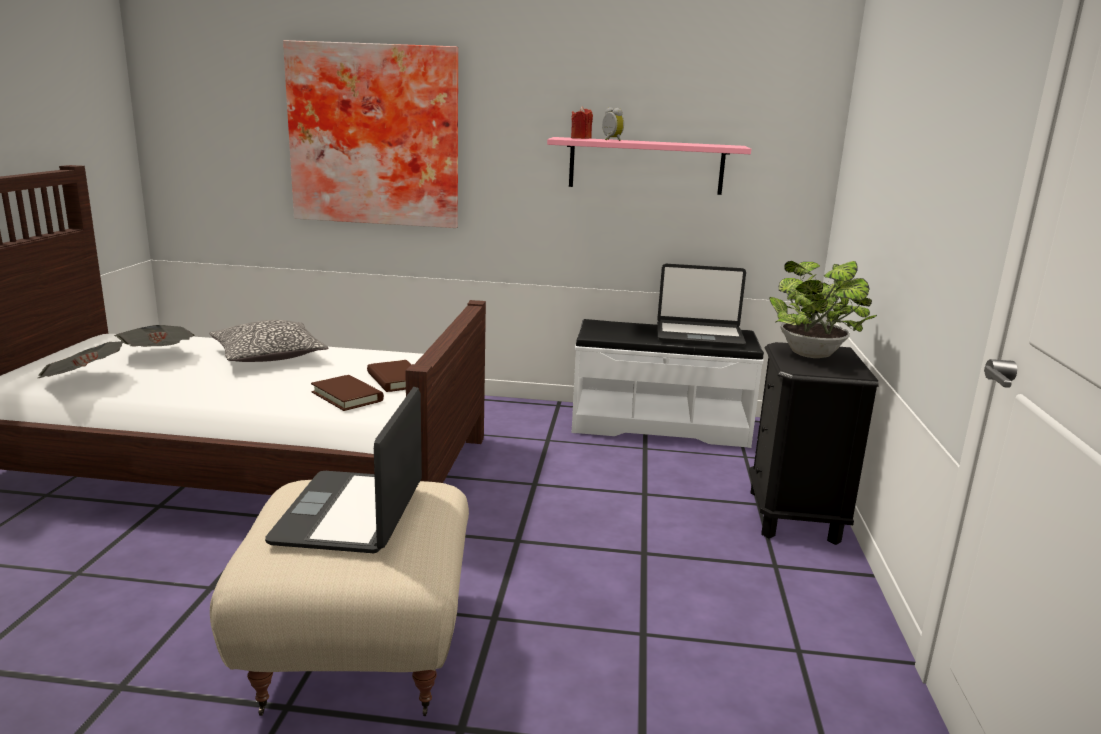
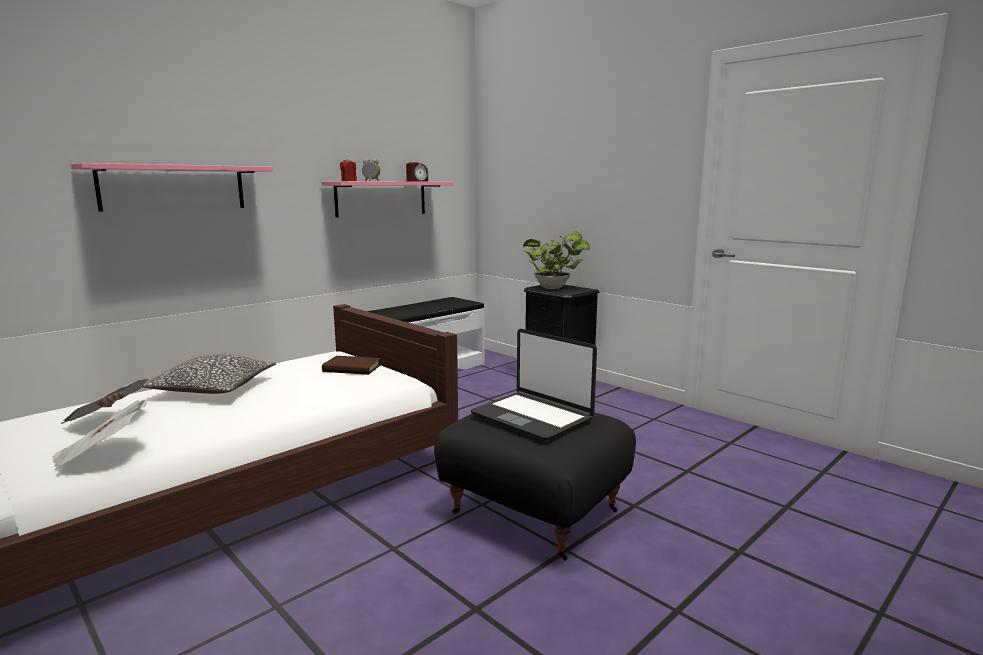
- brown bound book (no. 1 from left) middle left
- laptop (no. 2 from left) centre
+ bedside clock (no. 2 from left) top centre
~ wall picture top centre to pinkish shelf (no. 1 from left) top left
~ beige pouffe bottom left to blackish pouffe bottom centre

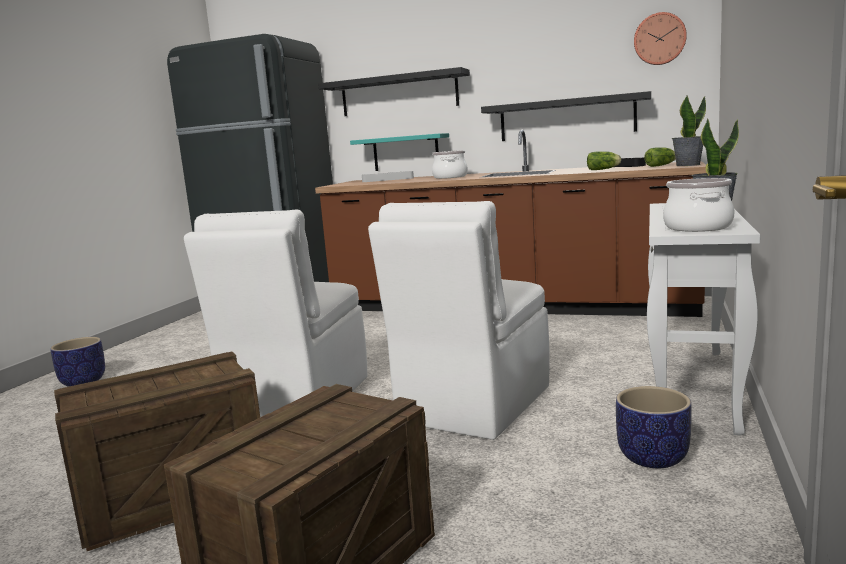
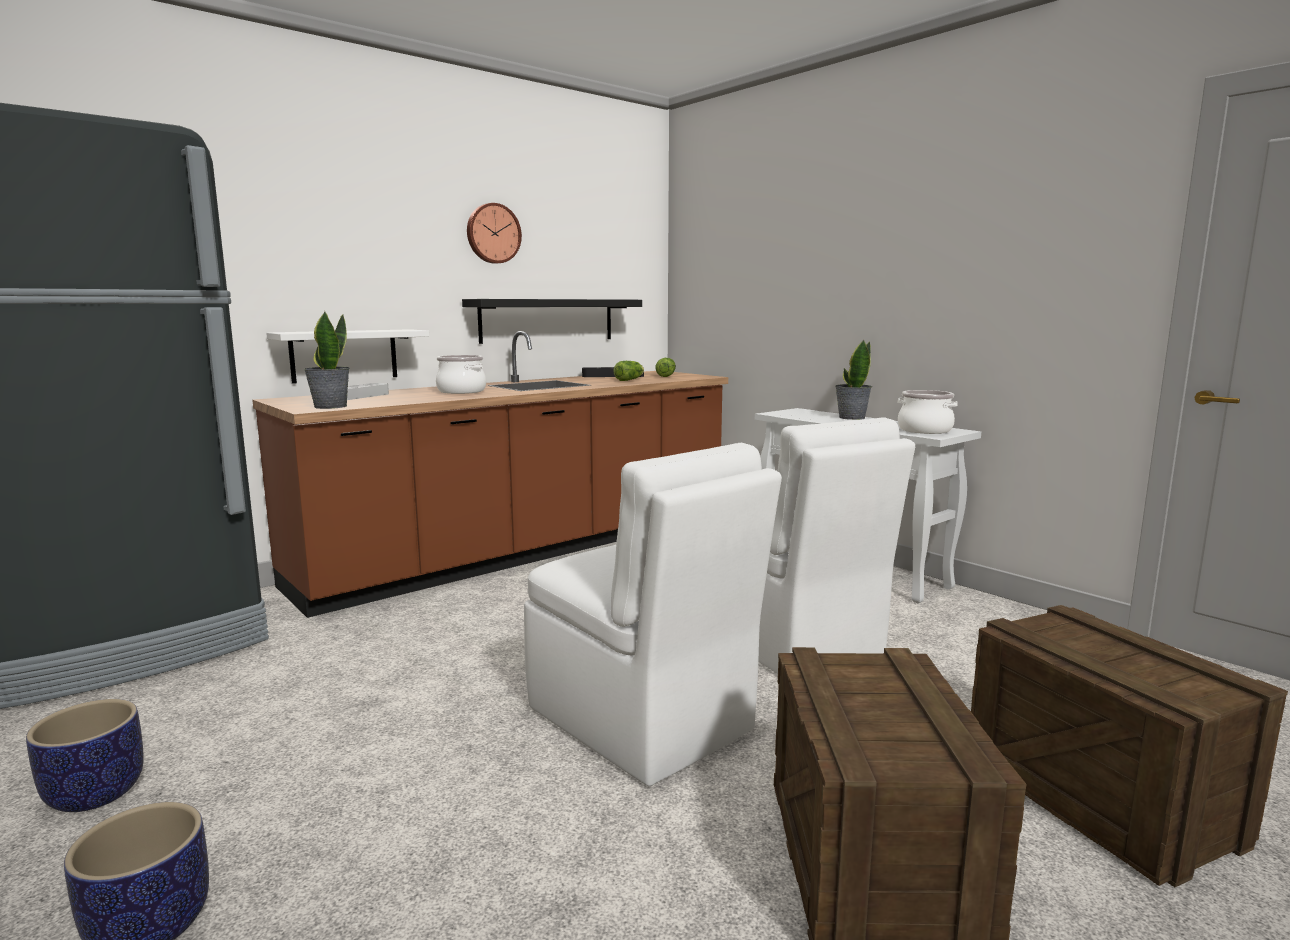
- blackish shelf (no. 1 from left) top centre
~ plant pot (no. 2 from left in the first image) bottom right to plant pot (no. 1 from left) bottom left
~ wall clock top right to top centre
~ plant in a pot (no. 1 from left) top right to middle left
~ blue-green shelf top centre to white shelf middle left

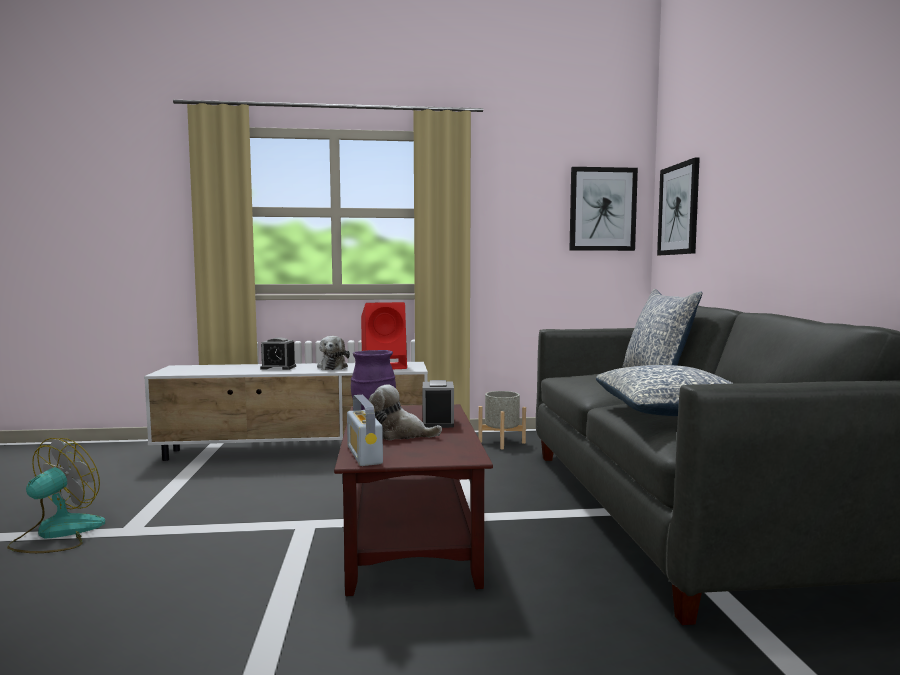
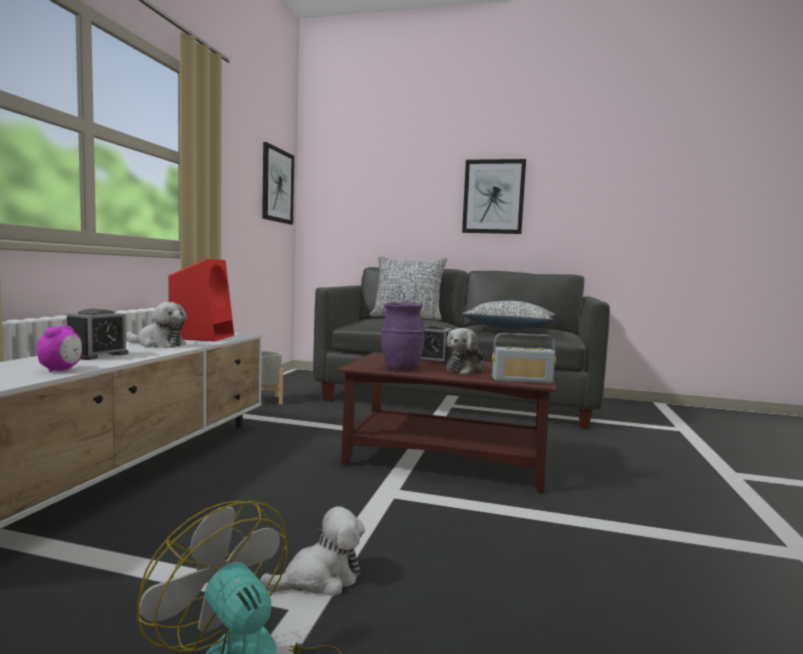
+ bedside clock (no. 1 from left) middle left
+ plush toy (no. 2 from left) bottom centre
~ wall picture (no. 2 from left) top right to top centre

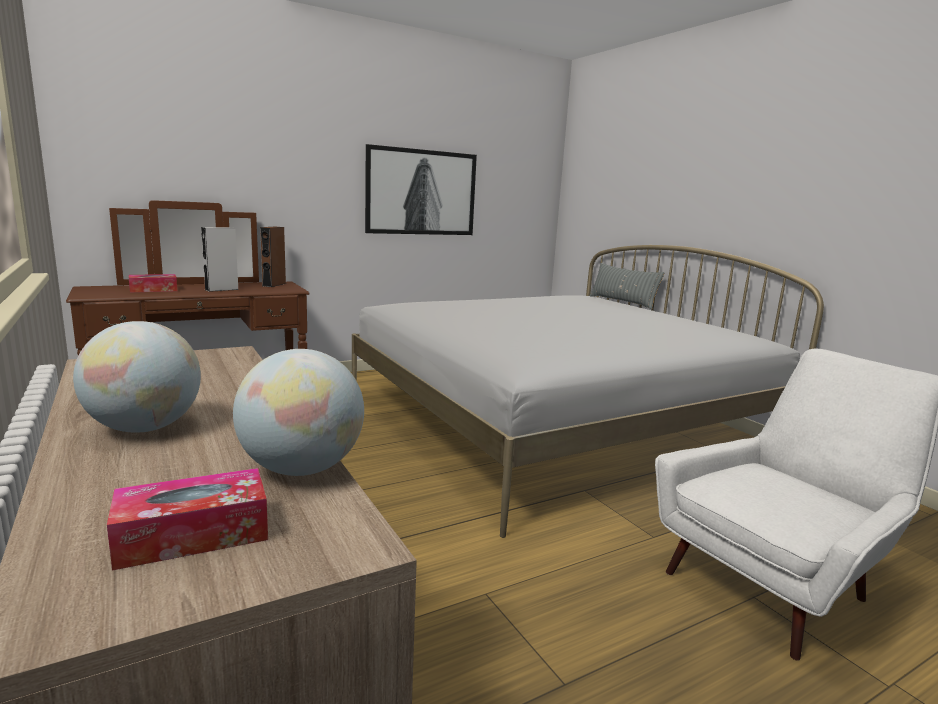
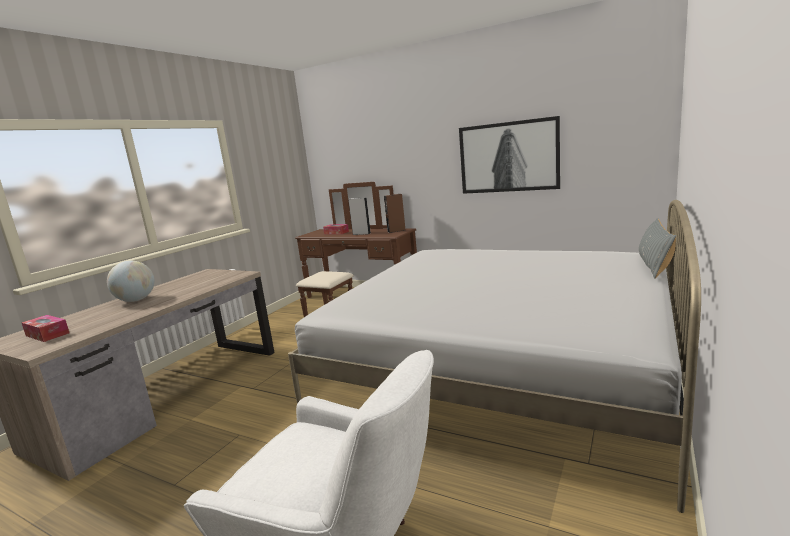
- globe (no. 2 from left) middle left

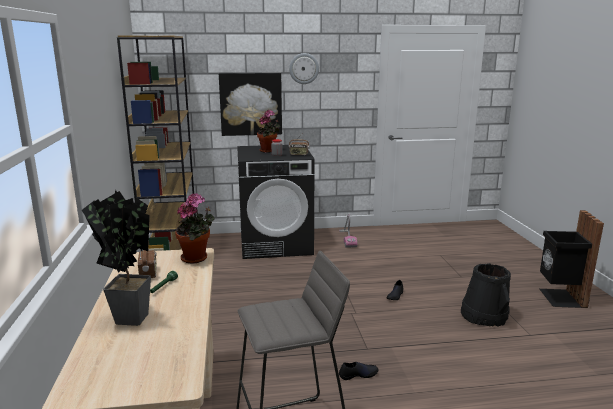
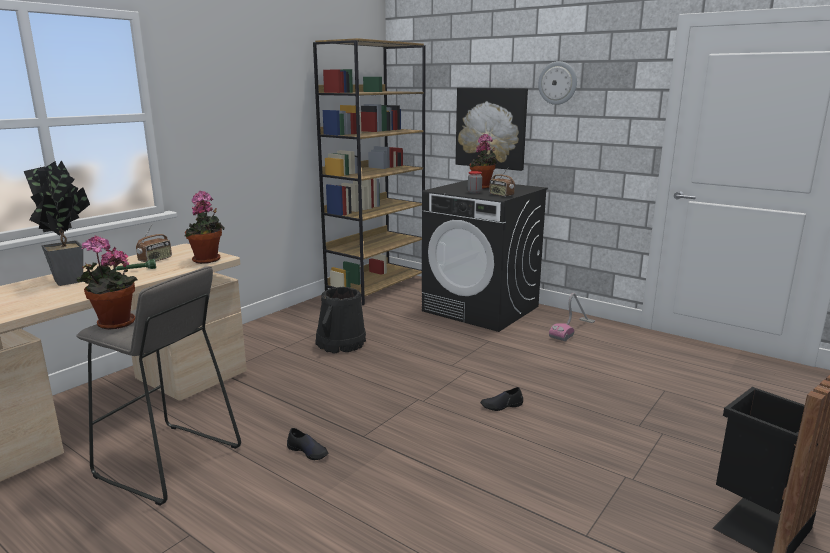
+ plant in a pot (no. 2 from left) middle left
~ blackish water bucket bottom right to centre

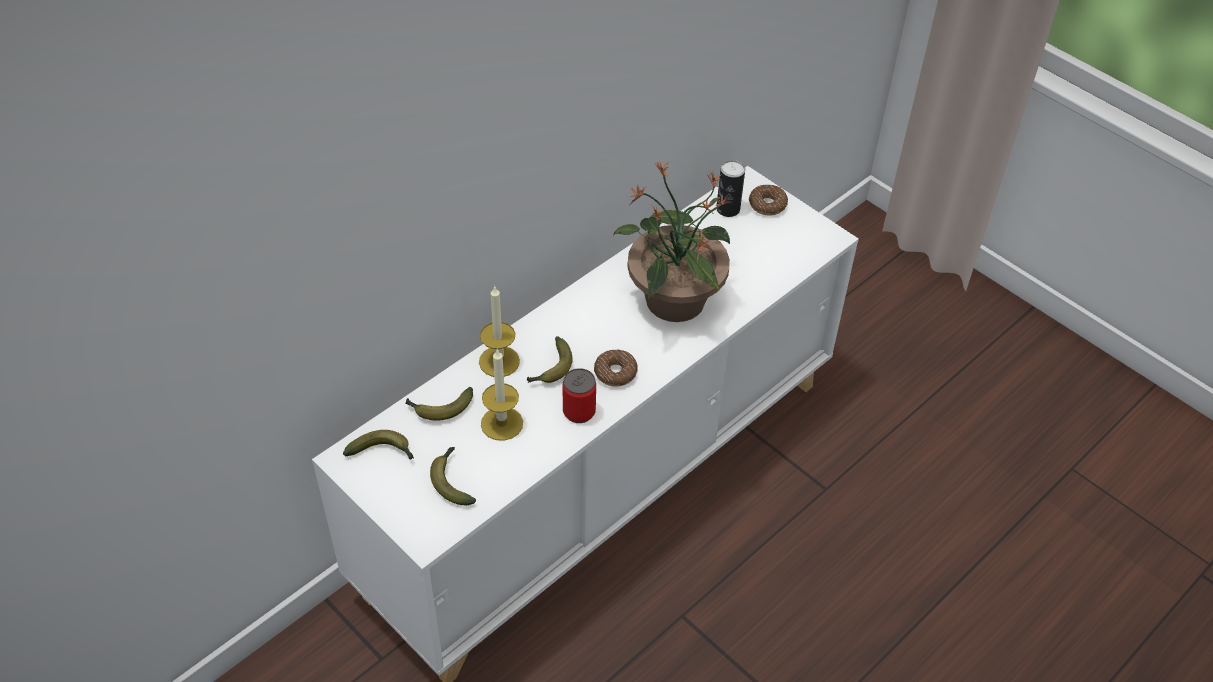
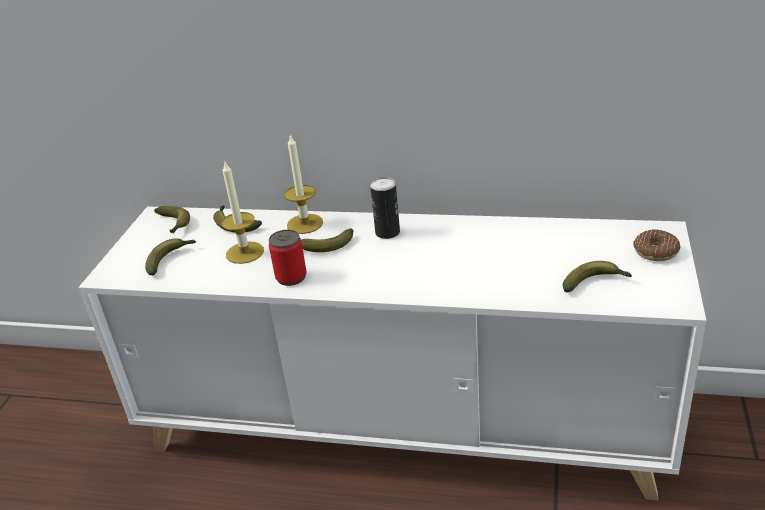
- doughnut (no. 1 from left) centre
- plant in a pot centre
+ banana fruit (no. 5 from left) middle right
~ can (no. 2 from left) top centre to centre

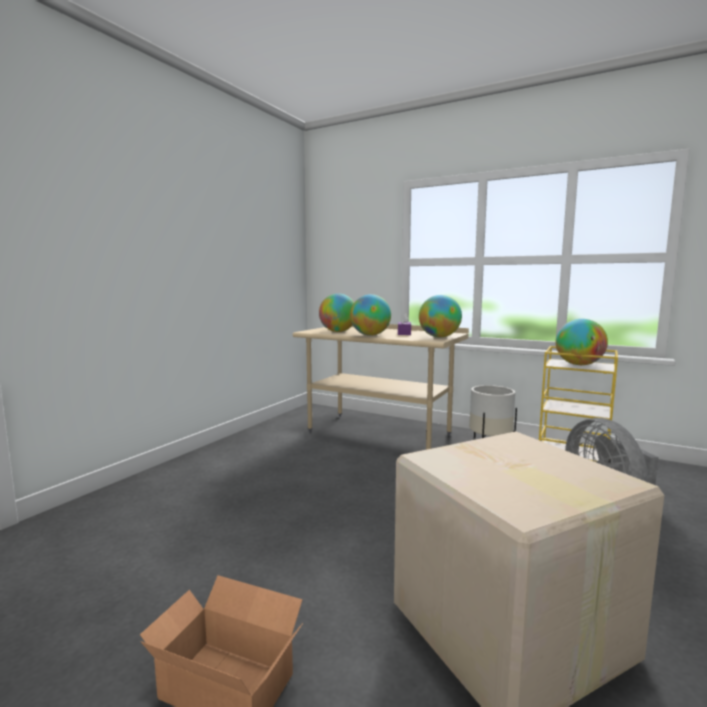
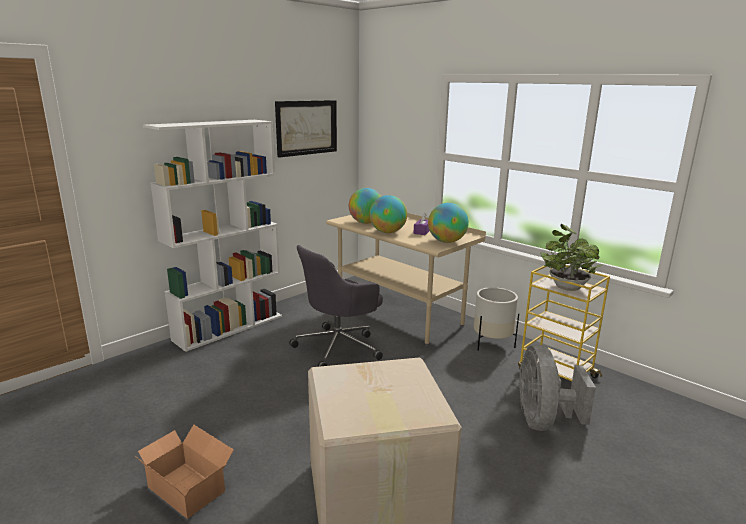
+ white bookcase middle left
+ wall picture top centre
+ gray office chair centre
~ globe (no. 4 from left) middle right to plant in a pot middle right

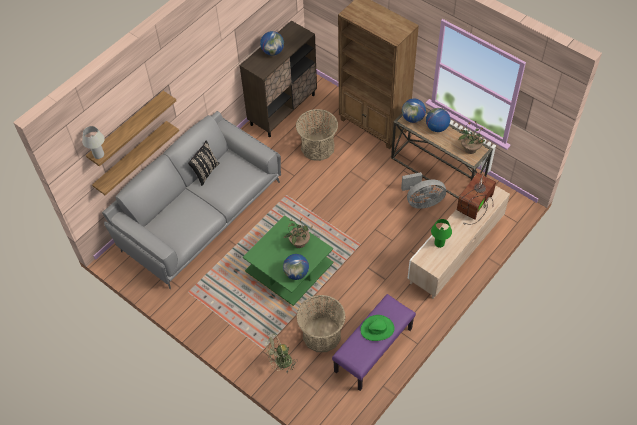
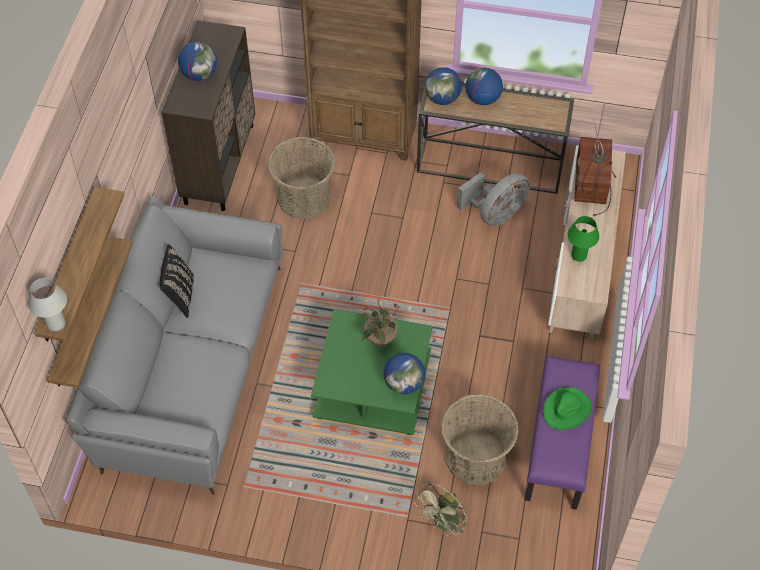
- plant in a pot (no. 2 from left) top right

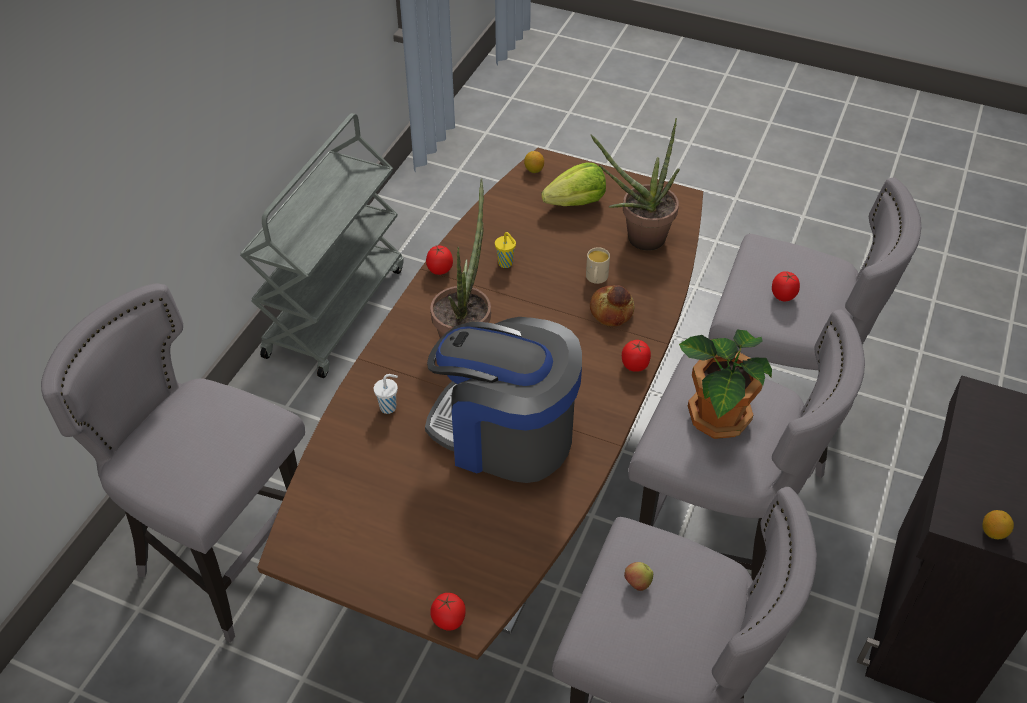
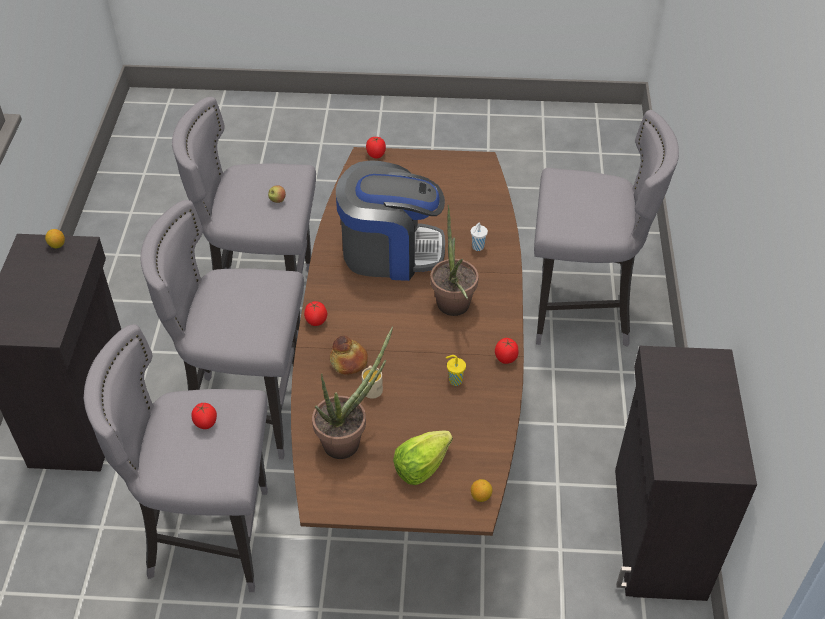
- plant in a pot (no. 3 from left) middle right
~ gray cart middle left to blackish cupboard (no. 2 from left) bottom right

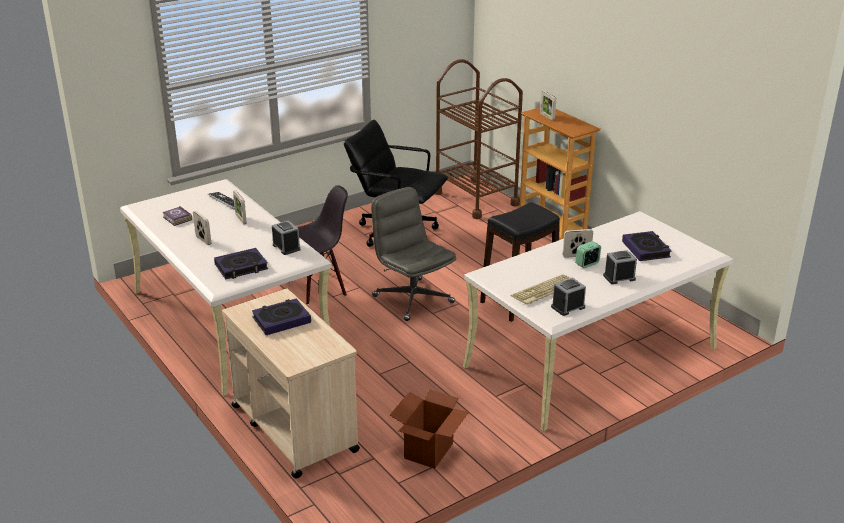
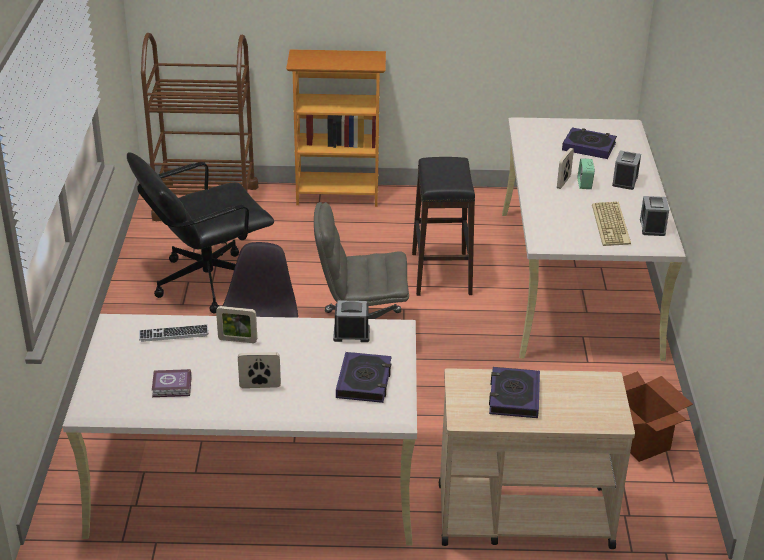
- standing frame (no. 3 from left) top centre

